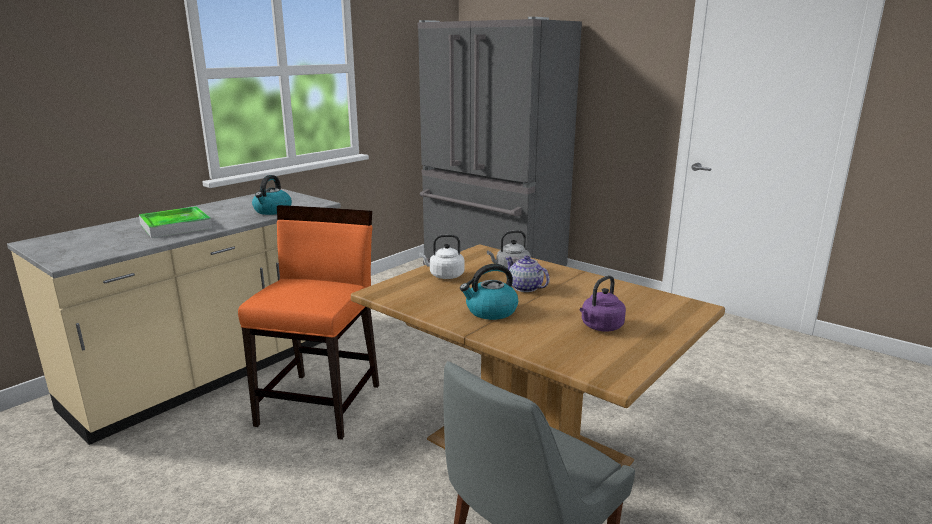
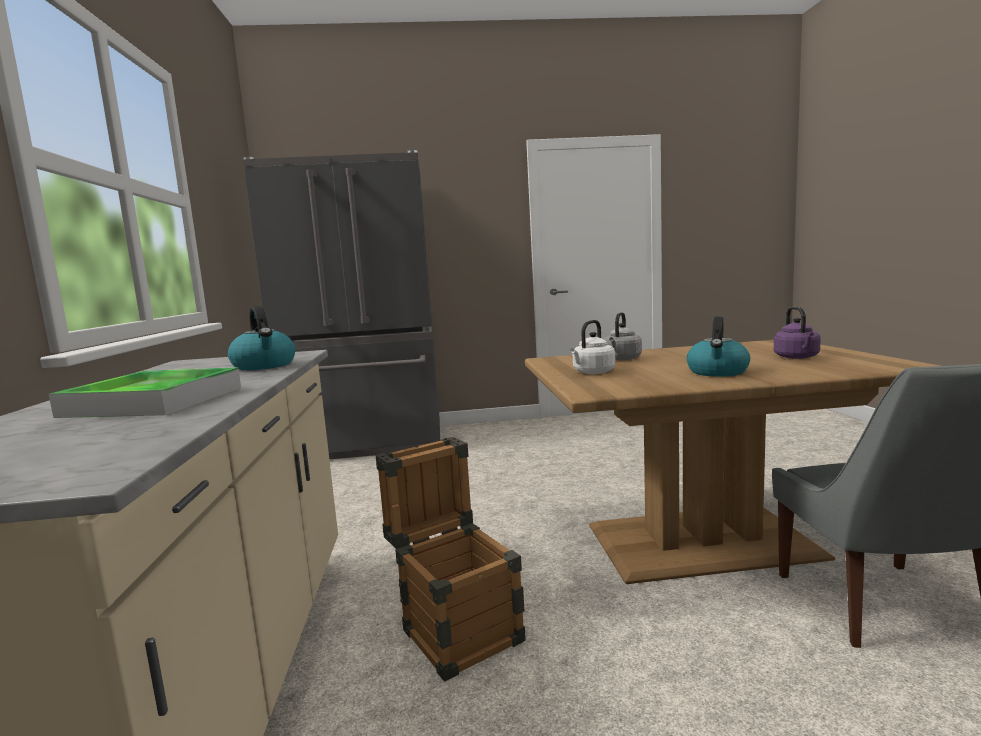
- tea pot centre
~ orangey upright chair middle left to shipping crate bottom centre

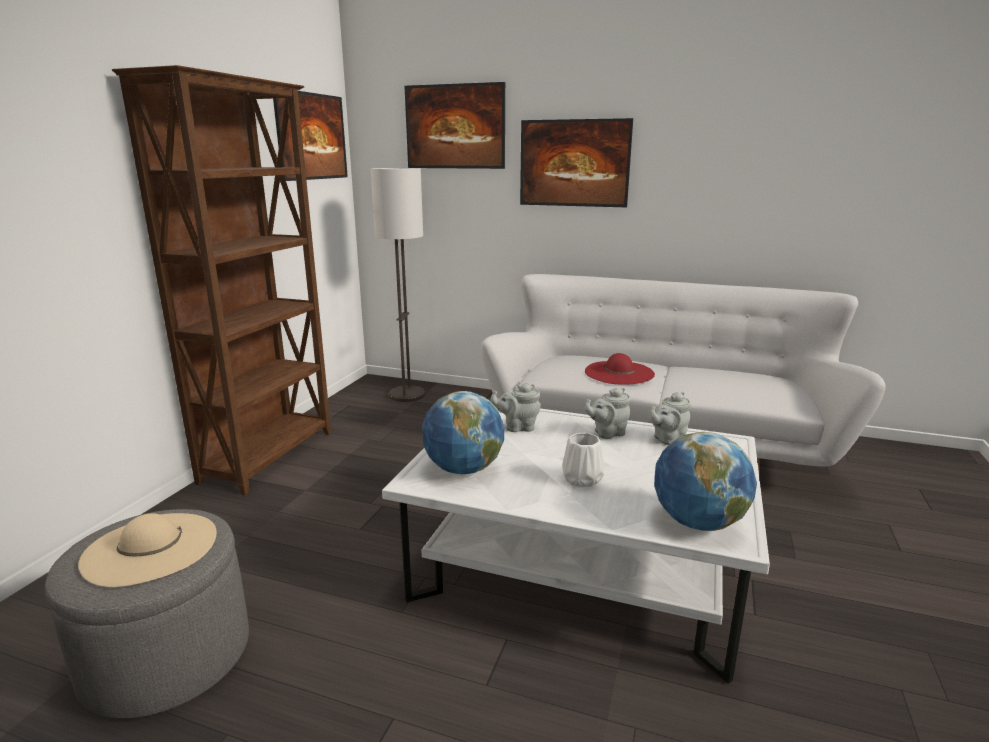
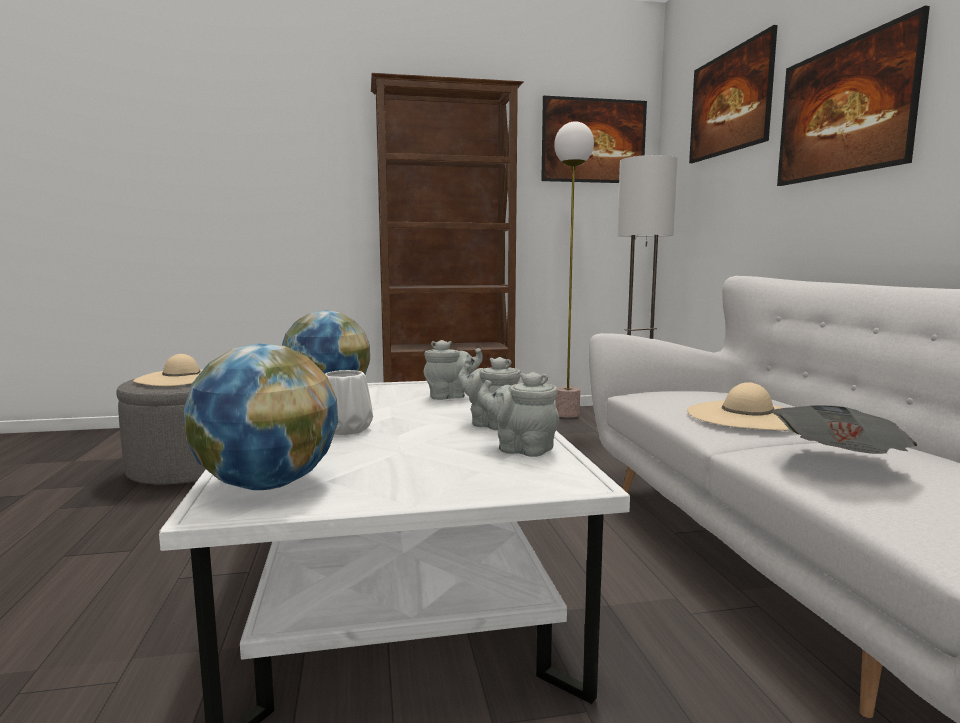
+ standing lamp (no. 1 from left) centre
+ newspaper middle right
~ reddish clothing hat centre to beige clothing hat (no. 2 from left) middle right
~ gray tea pot (no. 1 from left) centre = centre 105 degrees clockwise

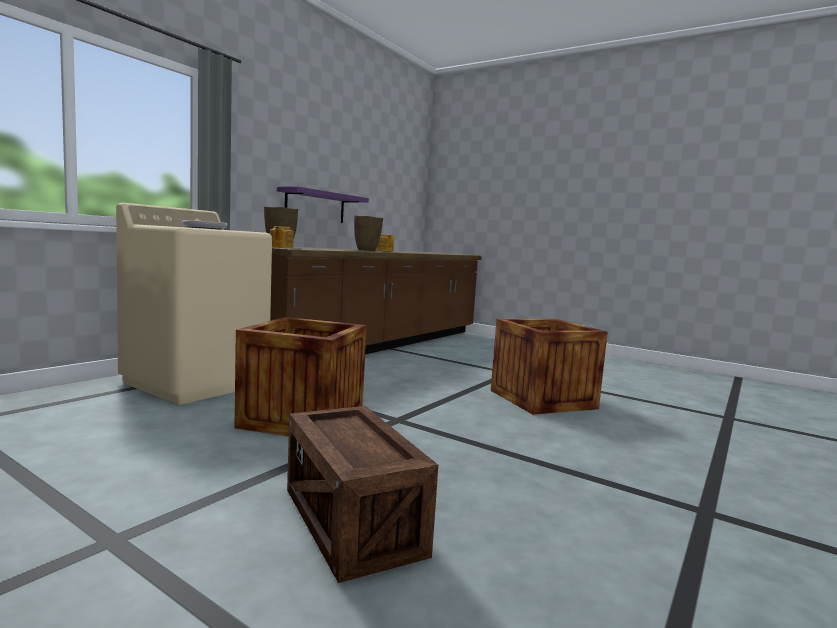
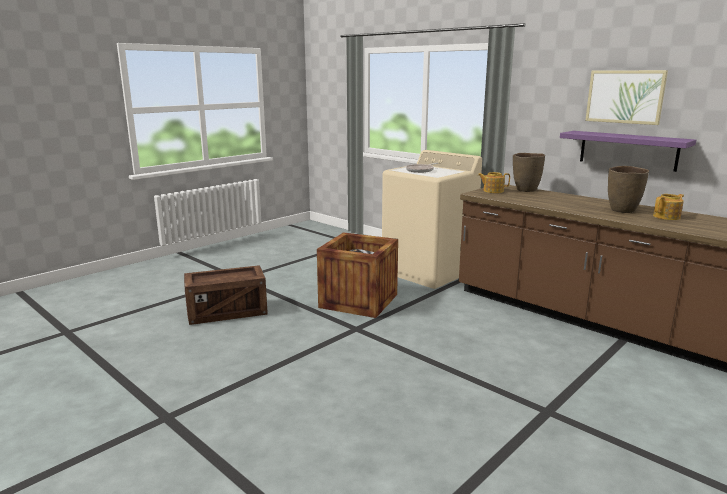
- shipping crate (no. 3 from left) centre
+ wall picture top right

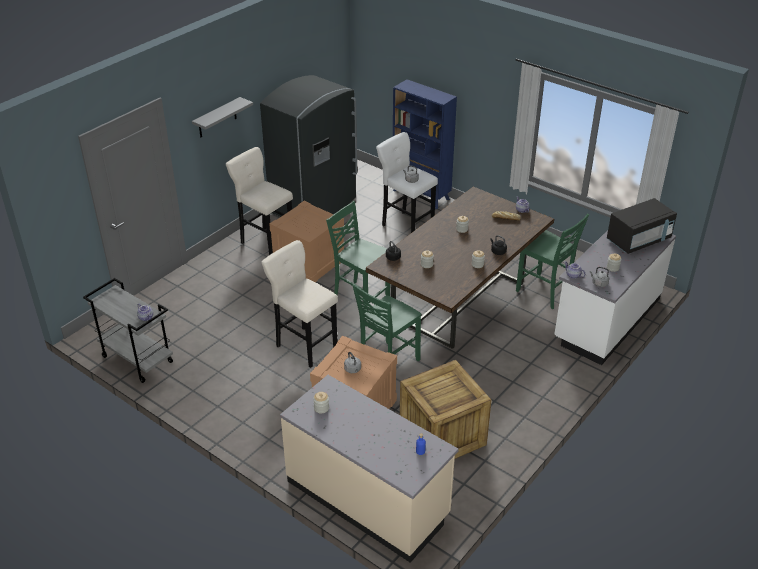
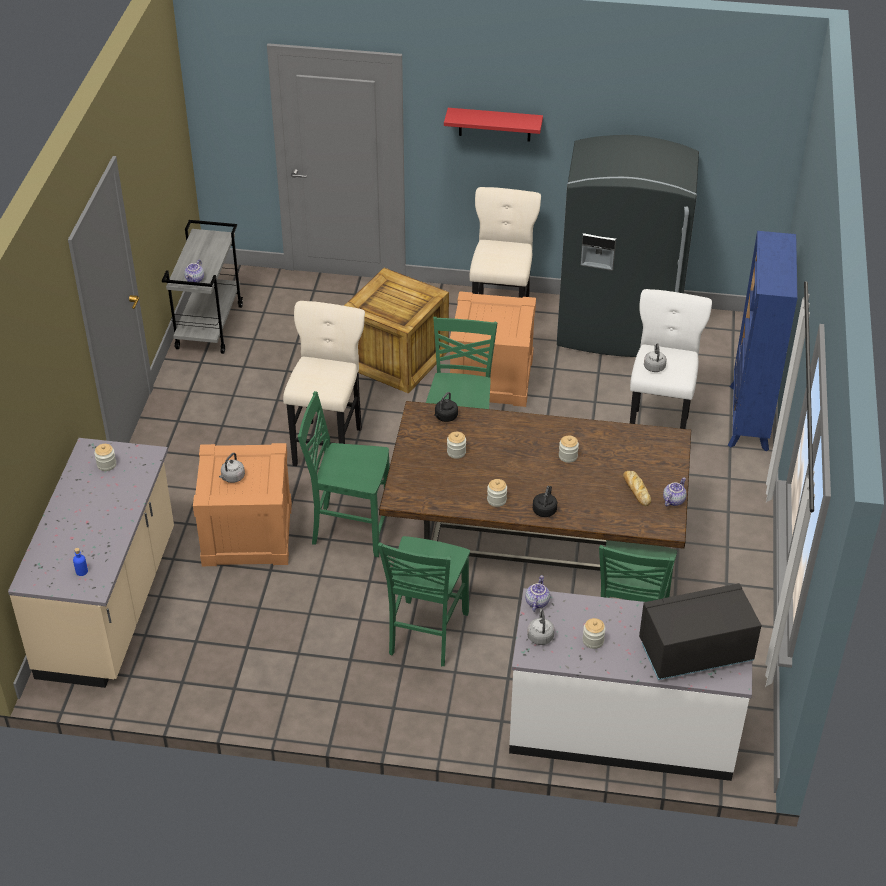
+ green upright chair (no. 2 from left) bottom centre
~ shipping crate (no. 3 from left in the first image) bottom centre to shipping crate (no. 2 from left) centre
~ gray shelf top left to reddish shelf top centre
~ blackish microwave middle right = bottom right 135 degrees clockwise

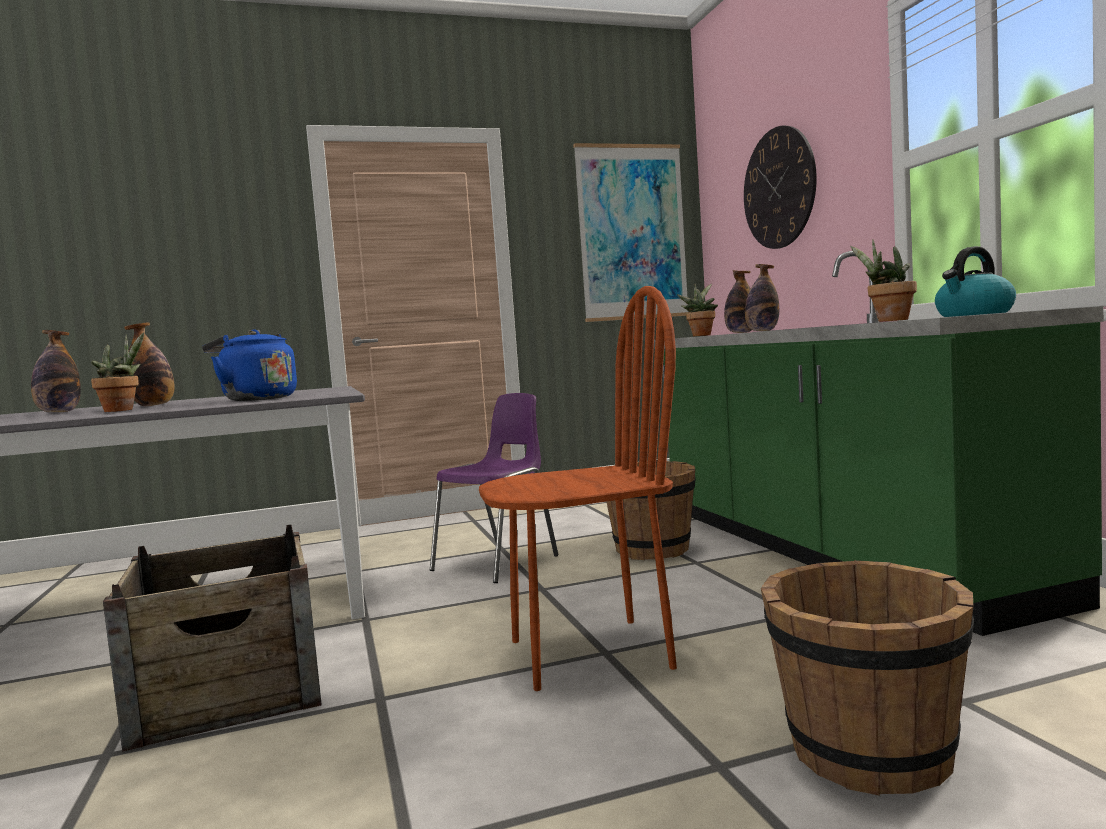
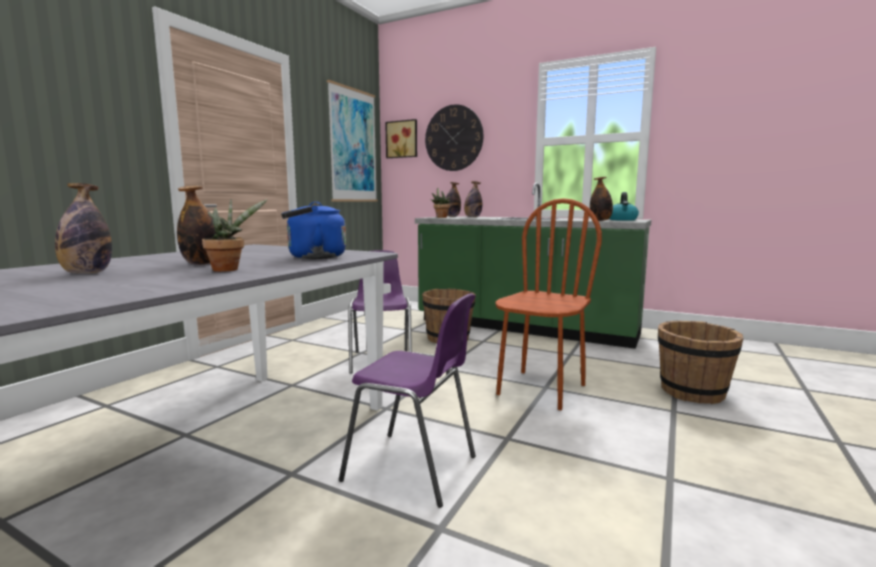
+ wall picture (no. 2 from left) top centre
~ shipping crate bottom left to purplish upright chair (no. 2 from left) bottom centre
~ plant in a pot (no. 3 from left) middle right to bottle (no. 5 from left) middle right

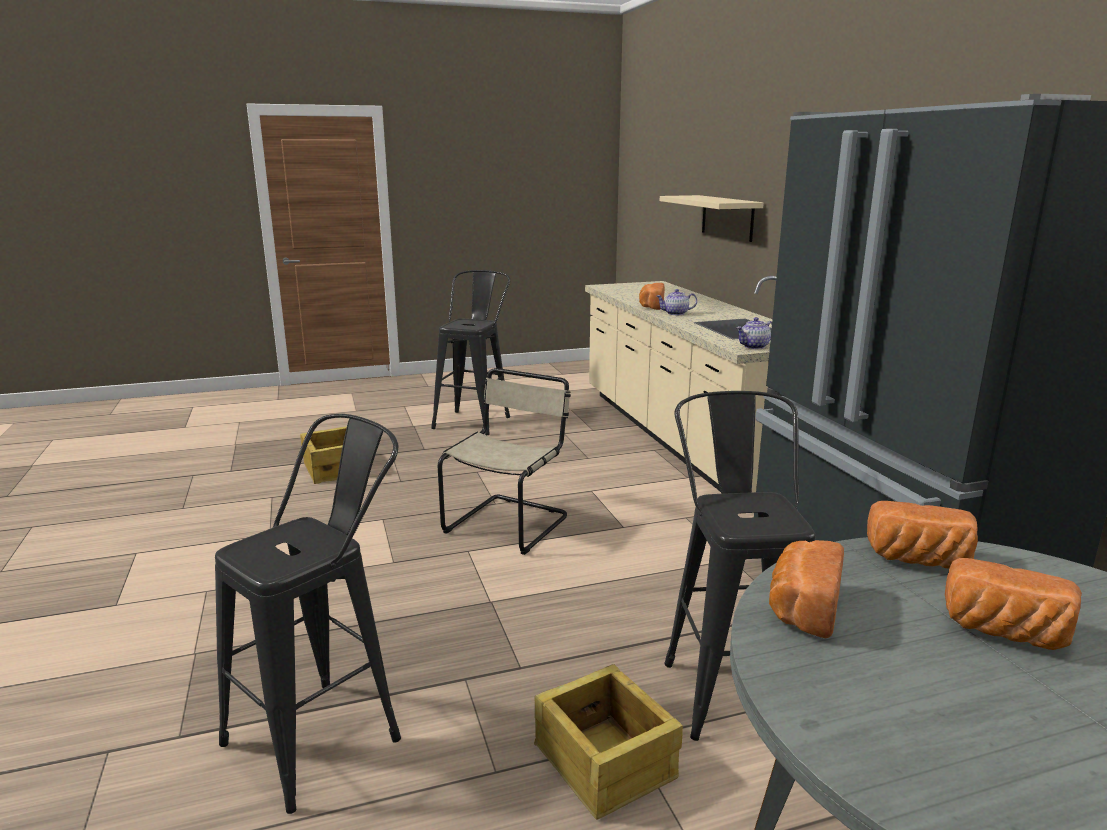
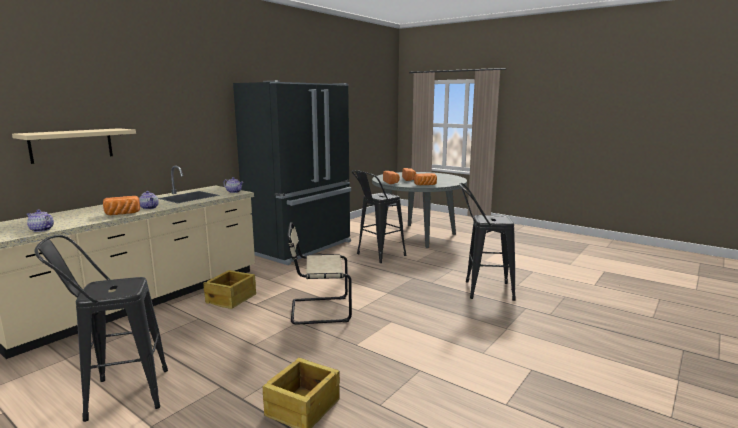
+ tea pot (no. 1 from left) middle left
~ shipping crate (no. 2 from left in the first image) bottom centre to shipping crate (no. 1 from left) bottom left

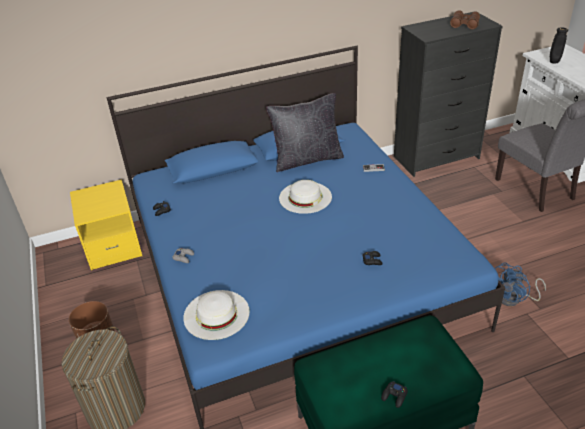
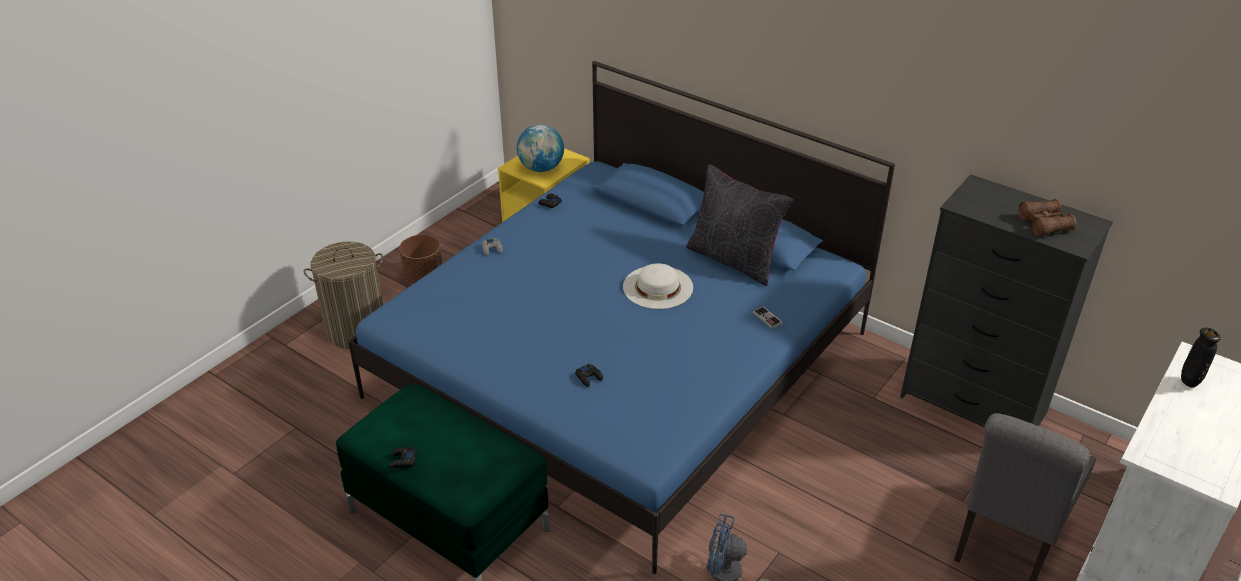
- white clothing hat (no. 1 from left) bottom centre
+ globe top centre

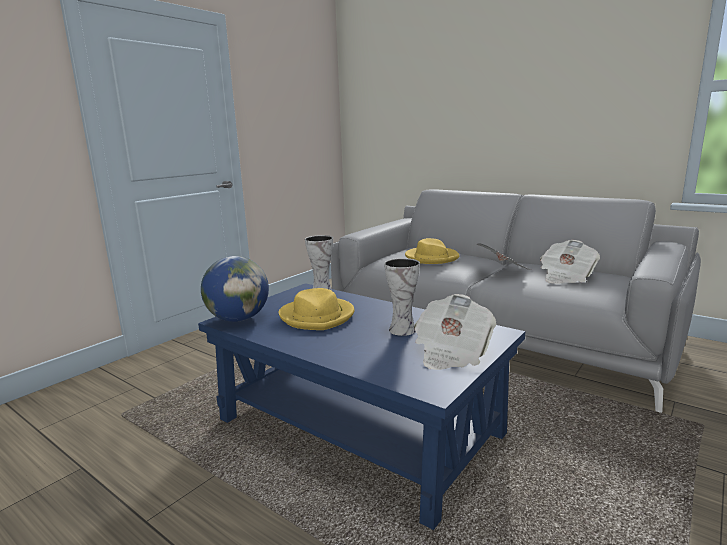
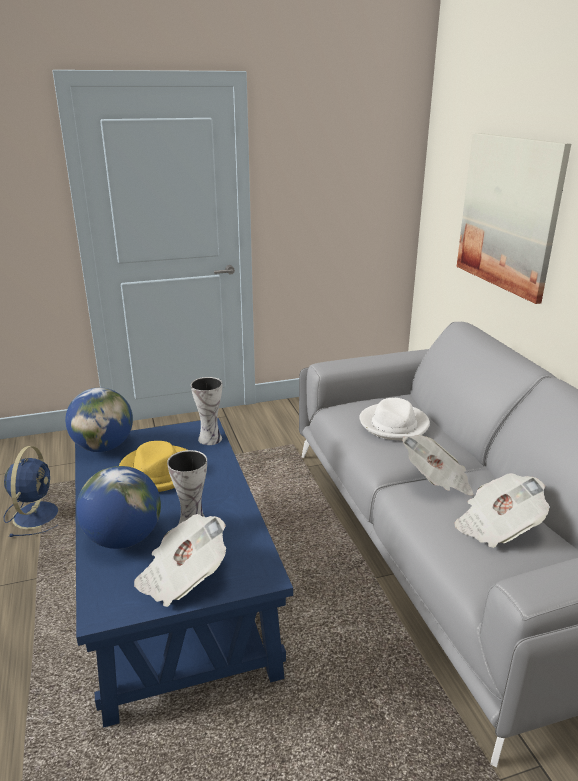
+ blue-coloured cooling fan middle left
+ globe (no. 2 from left) middle left
+ wall picture top right
~ yellowish clothing hat (no. 2 from left) centre to white clothing hat middle right

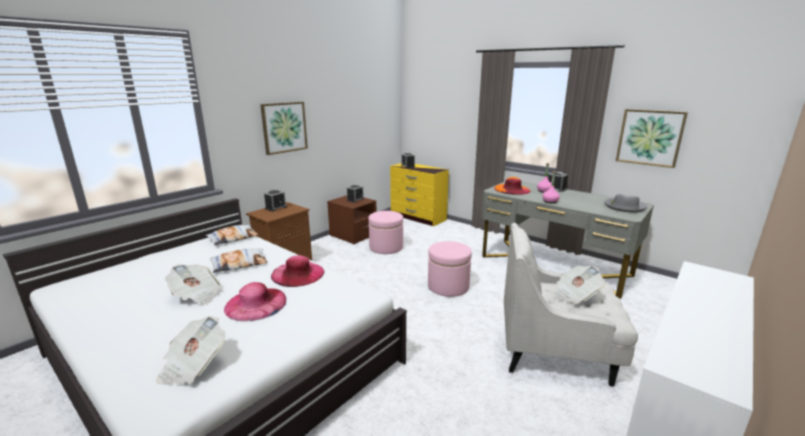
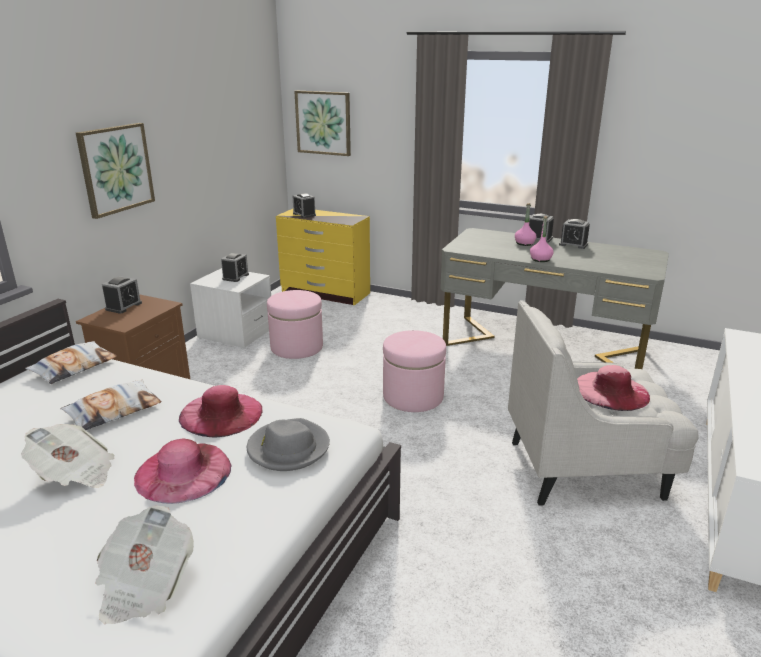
- orangey clothing hat centre
+ bedside clock (no. 5 from left) middle right
~ gray clothing hat middle right to bottom centre
~ wall picture (no. 2 from left) top right to top centre
~ newspaper (no. 3 from left) middle right to pinkish clothing hat (no. 3 from left) middle right
~ brown bedside table (no. 2 from left) centre to white bedside table middle left

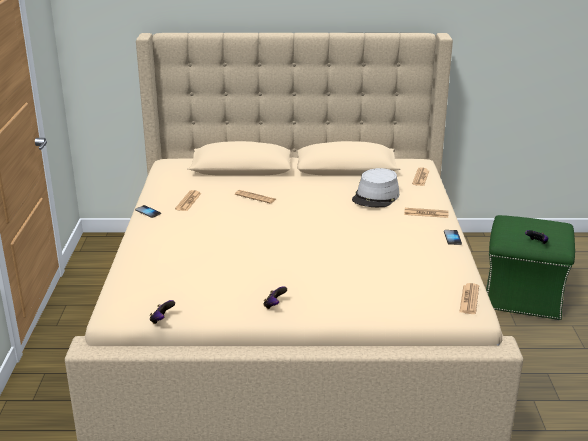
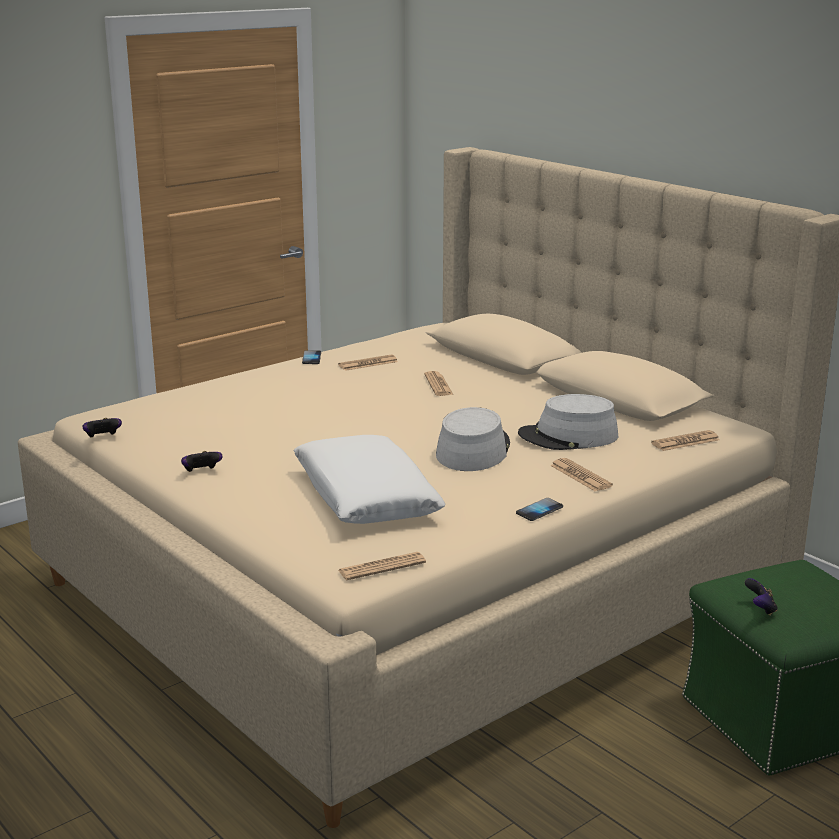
+ white pillow centre
+ gray clothing hat (no. 1 from left) centre

